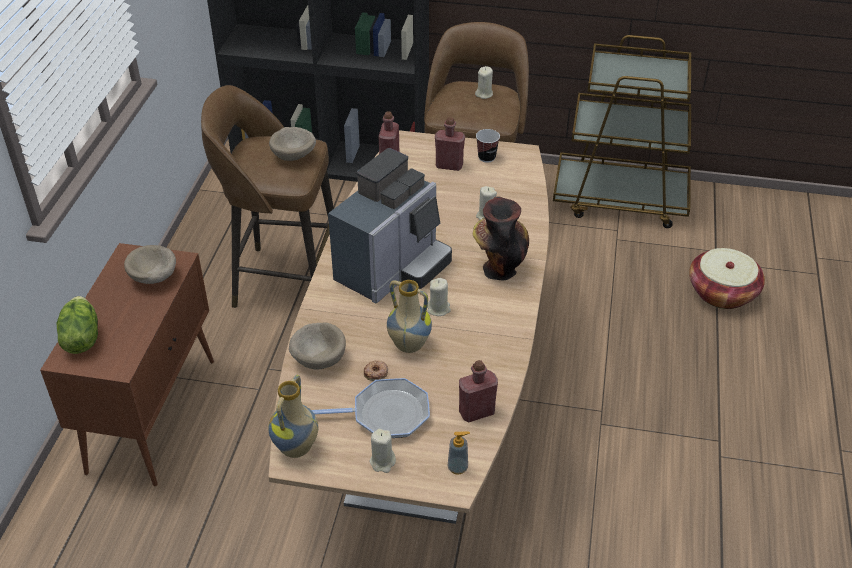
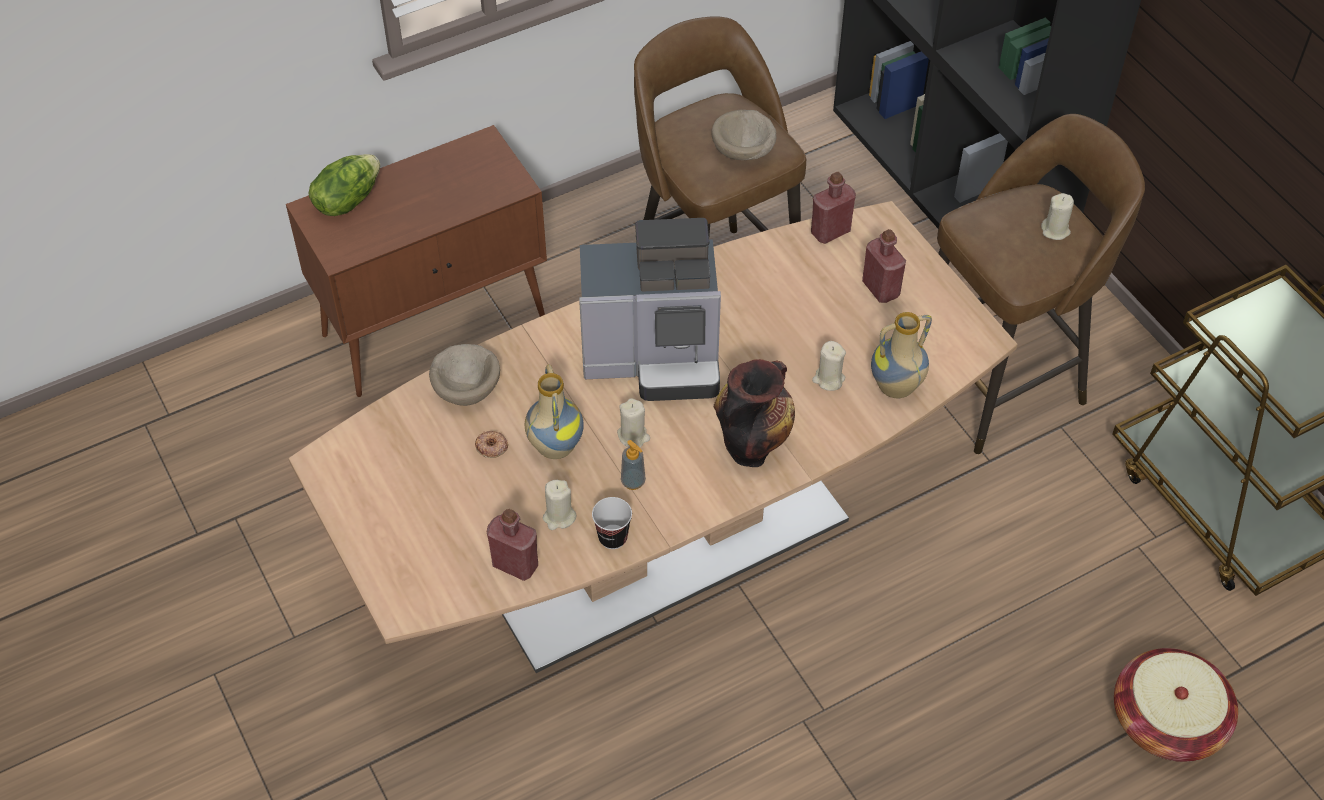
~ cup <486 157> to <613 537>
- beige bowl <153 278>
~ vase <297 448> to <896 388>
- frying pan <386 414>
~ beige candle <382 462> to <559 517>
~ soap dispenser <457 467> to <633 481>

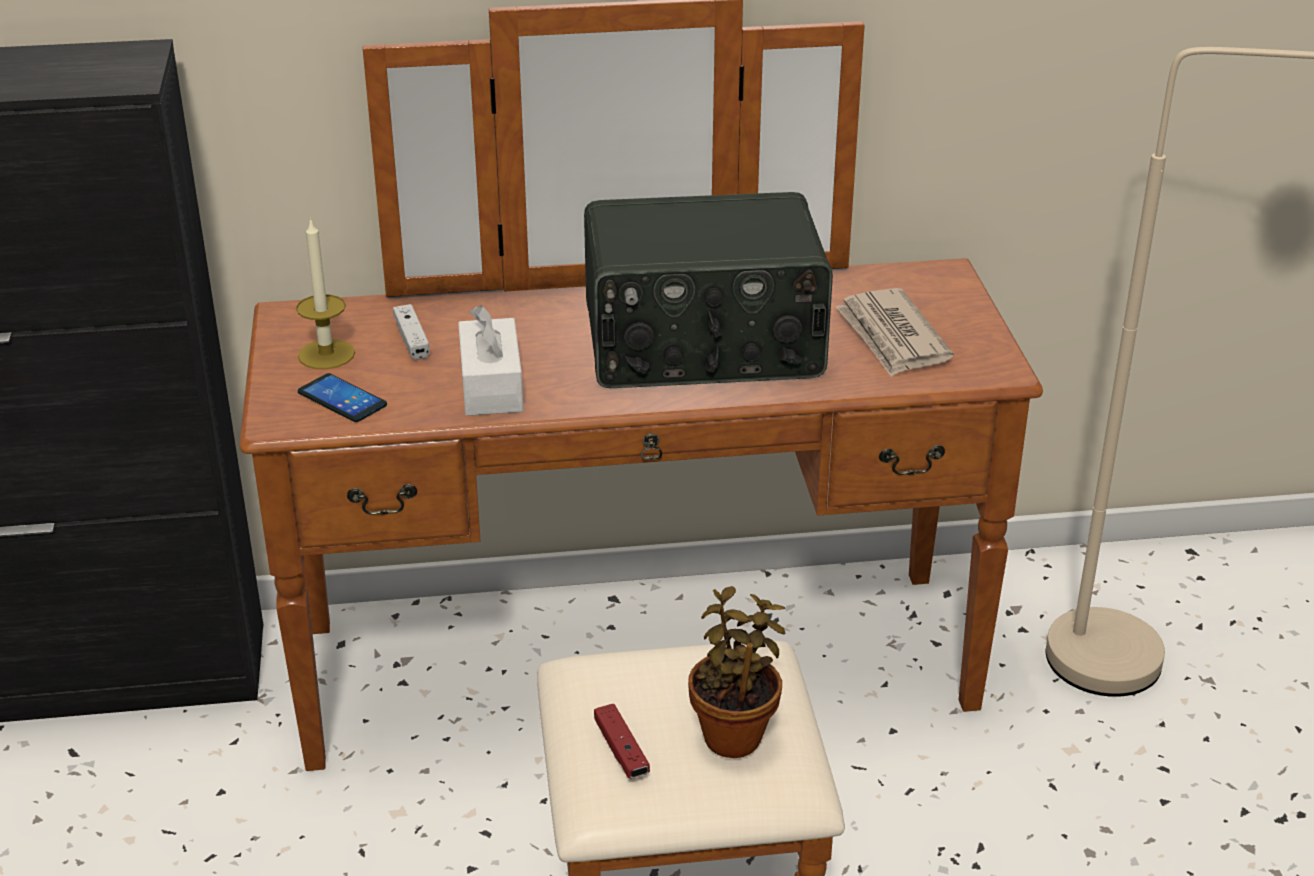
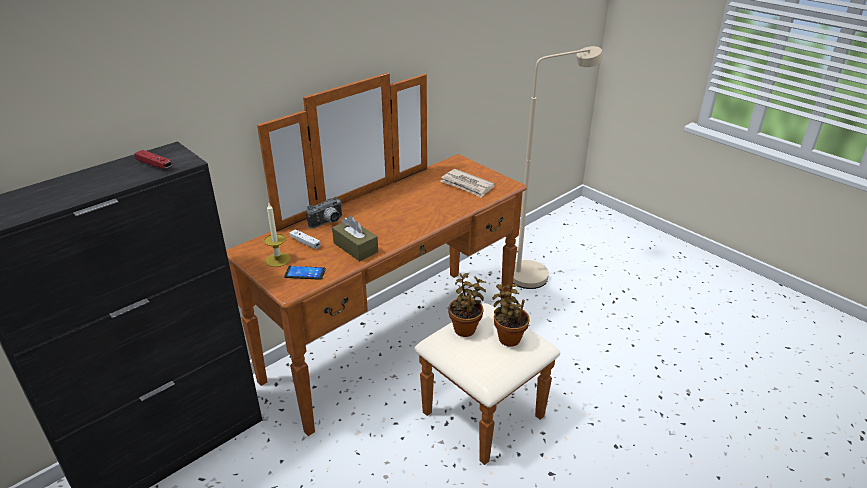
- radio <703 346>
~ white tissue box <491 385> to brown tissue box <355 247>
~ red game controller <621 750> to <154 165>
+ photo camera <328 223>
+ potted plant <466 328>

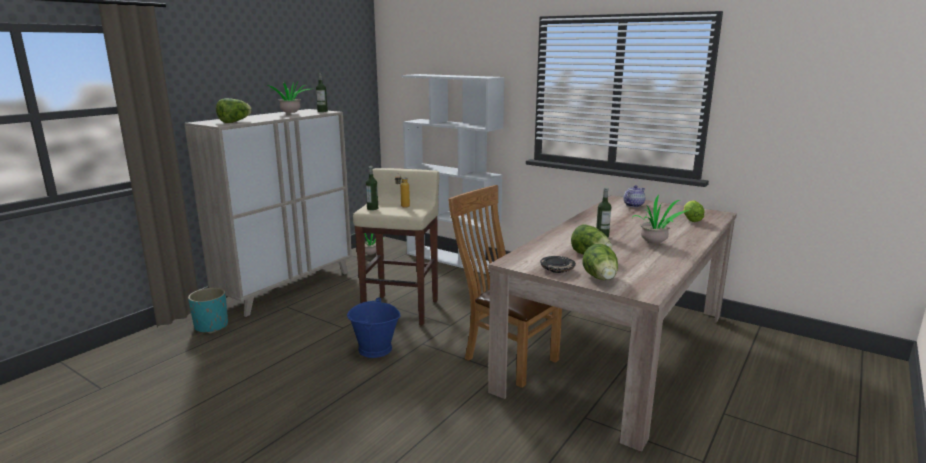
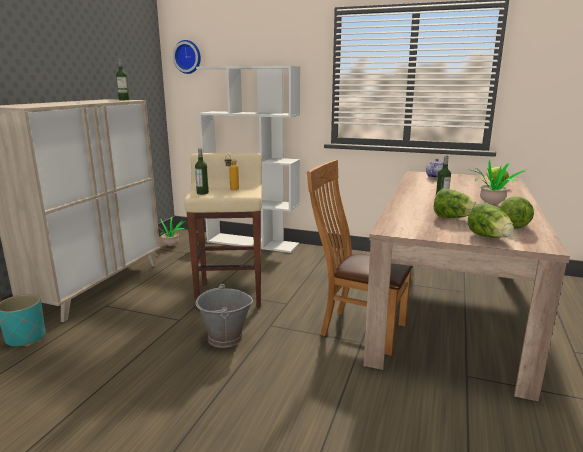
- potted plant <290 114>
~ lettuce <235 122> to <512 224>
- black plate <557 270>
~ blue bucket <374 349> to grey bucket <225 338>
+ wall clock <188 57>

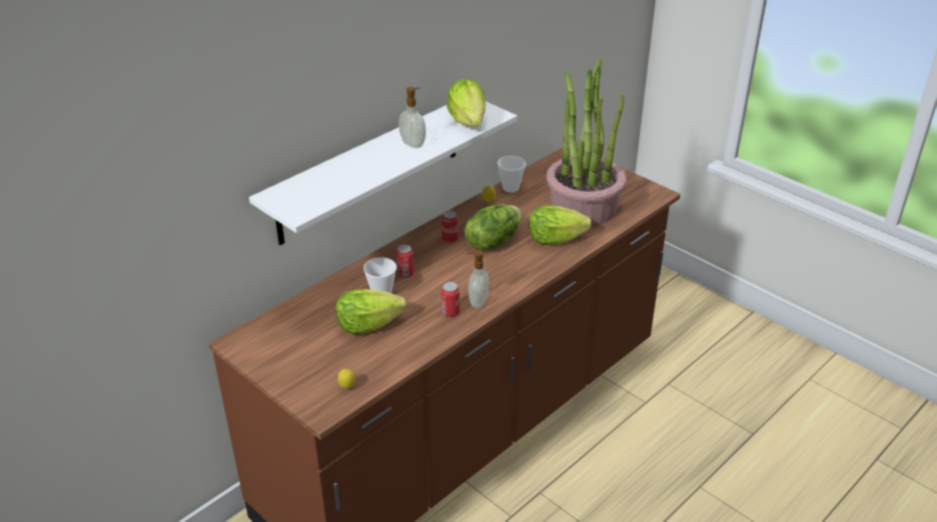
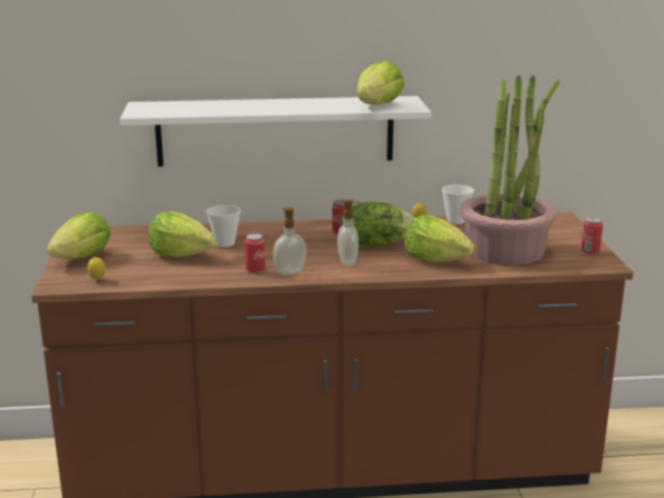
~ soap dispenser <413 143> to <348 262>
~ can <405 274> to <590 252>
+ lettuce <83 257>

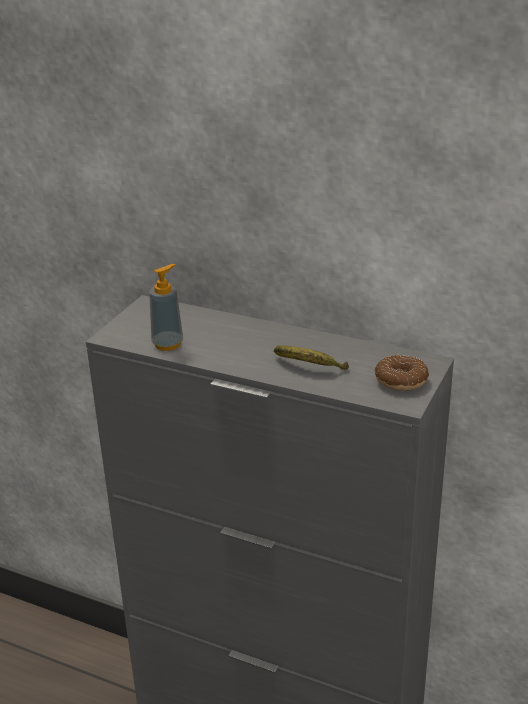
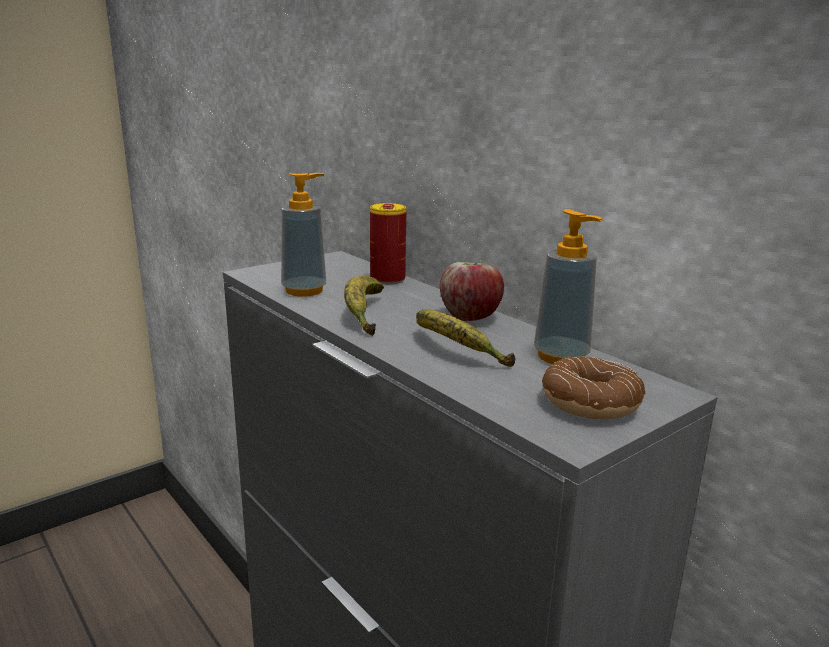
+ can <387 279>
+ soap dispenser <561 357>
+ apple <470 317>
+ banana <364 315>

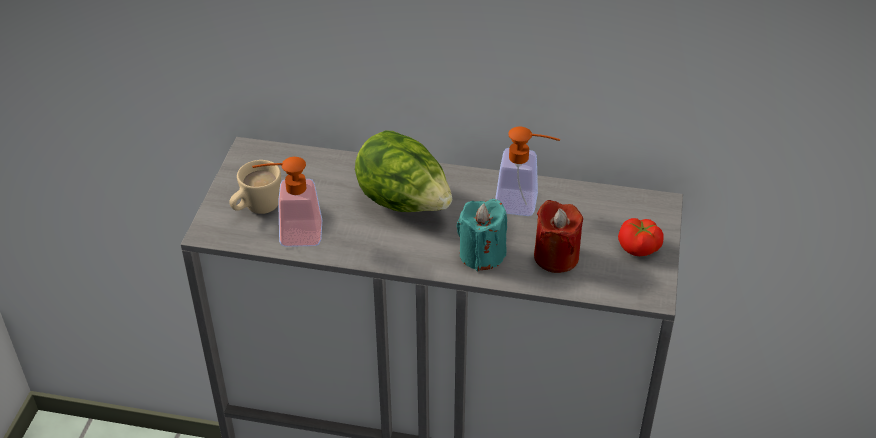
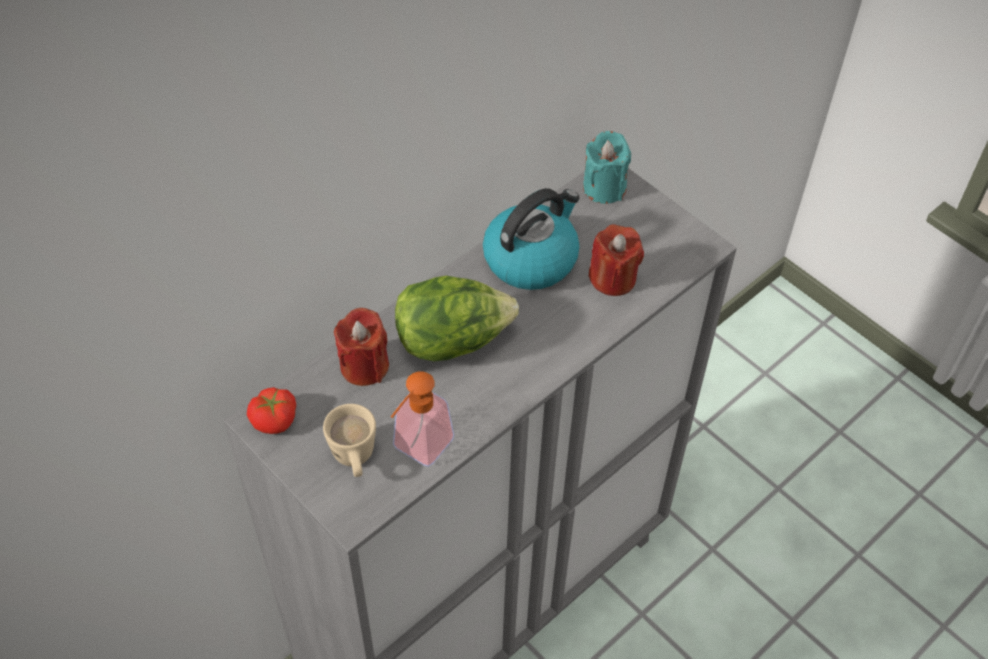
~ soap dispenser <524 204> to kettle <531 259>
~ turquoise candle <482 254> to <604 188>
~ tomato <638 248> to <275 420>
+ red candle <364 366>

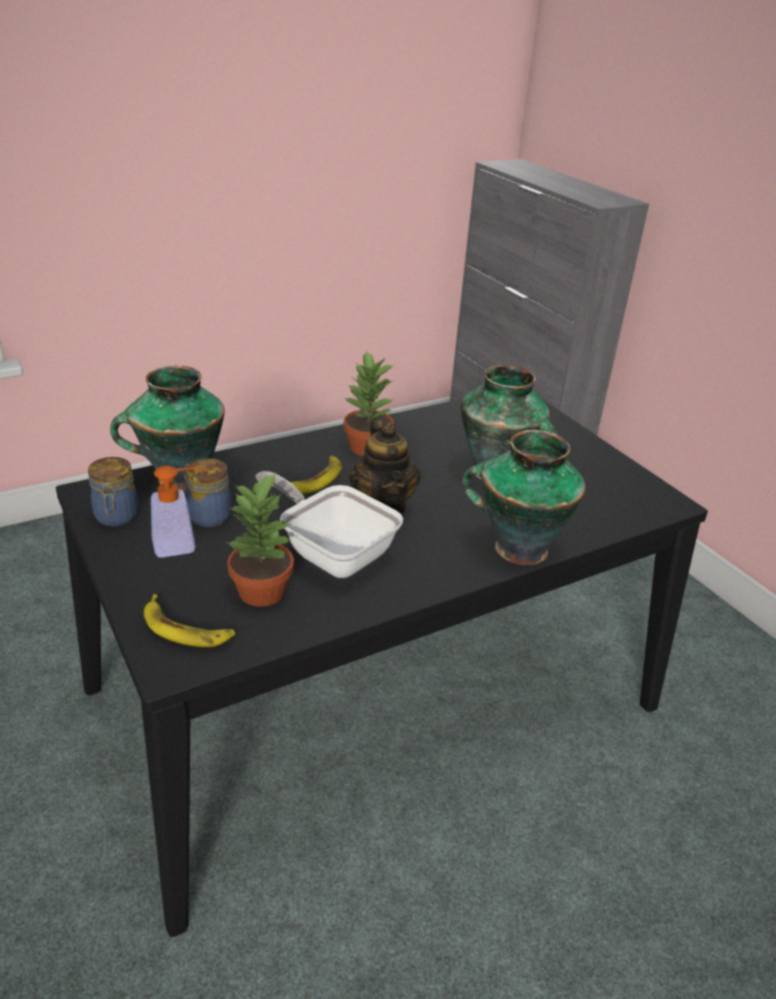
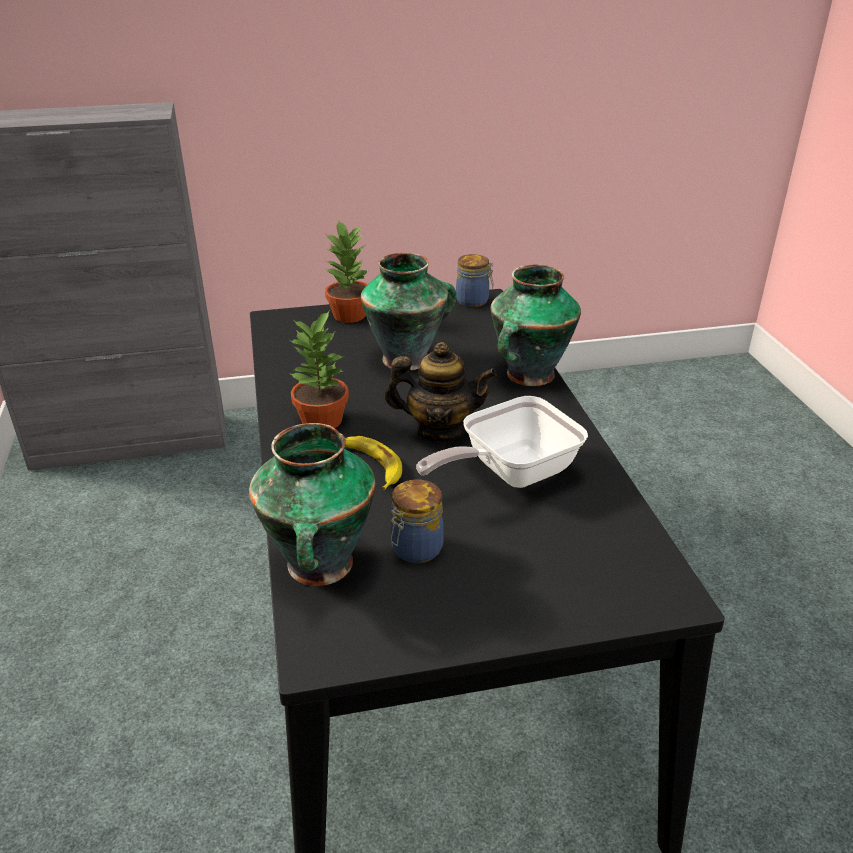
~ jar <116 517> to <474 301>
- soap dispenser <183 544>
~ potted plant <263 592> to <350 315>
- banana <186 629>

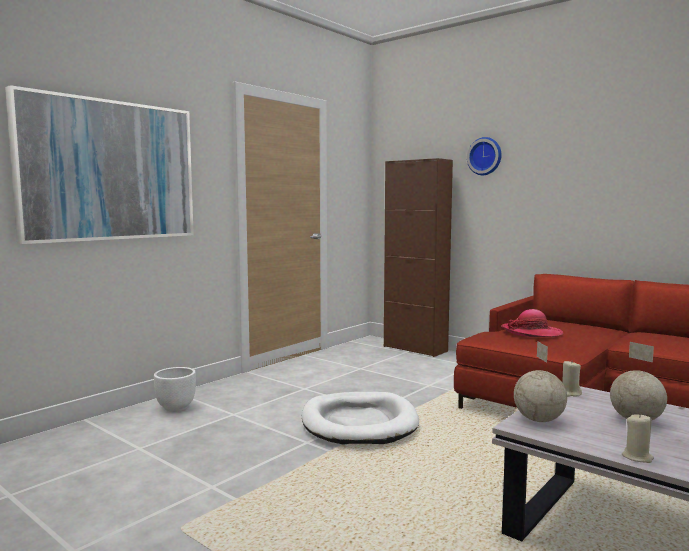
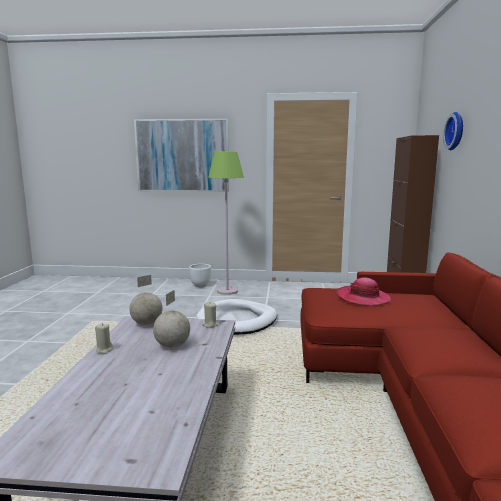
+ green floor lamp <227 291>

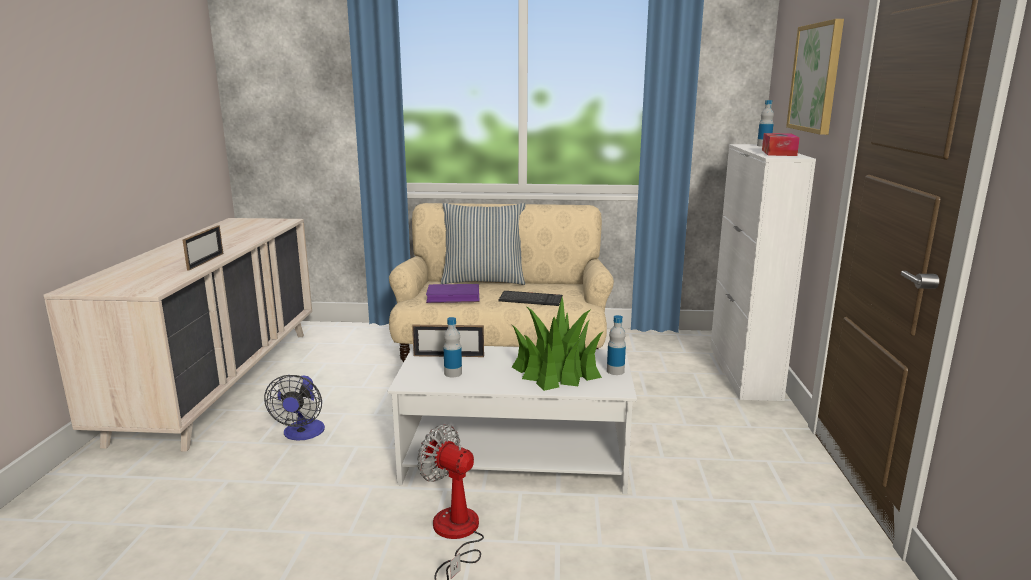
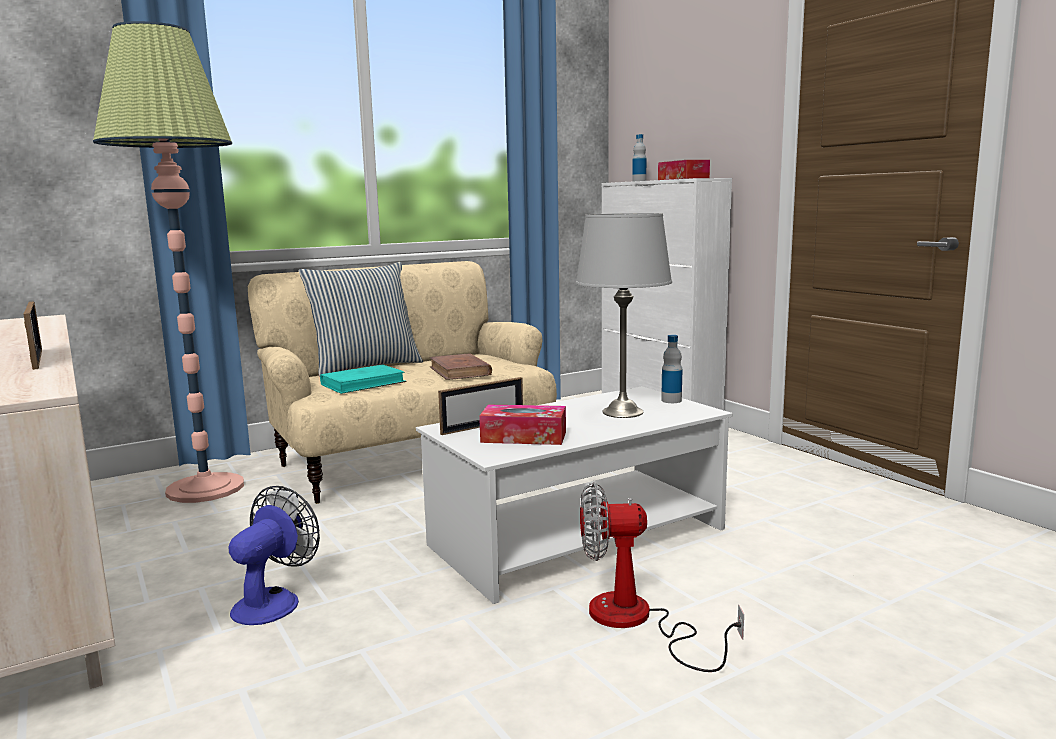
- picture <816 78>
~ purple book <453 297> to turquoise book <363 383>
~ keyboard <530 300> to brown book <460 371>
~ potted plant <557 371> to grey table lamp <622 412>
~ bottle <453 373> to tissue box <523 437>
~ fan <302 434> = <273 601> 120 degrees counterclockwise
+ floor lamp <205 488>

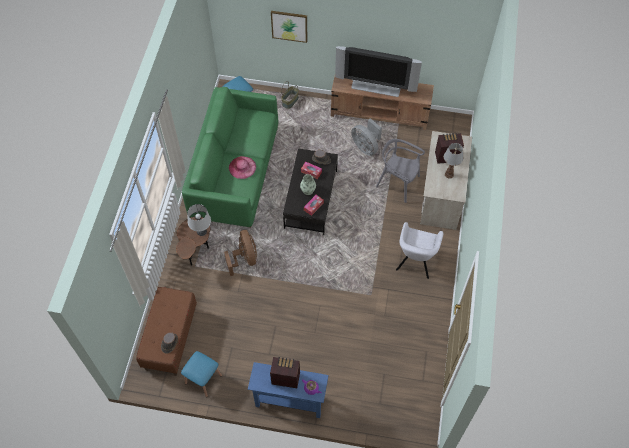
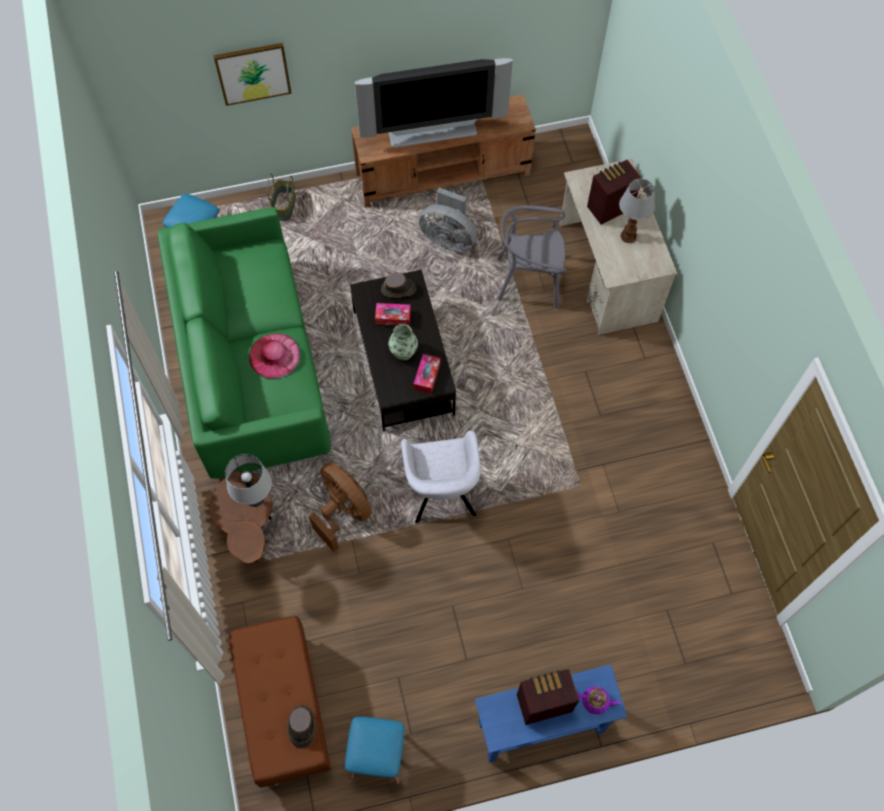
~ grey armchair <415 261> to <441 493>

